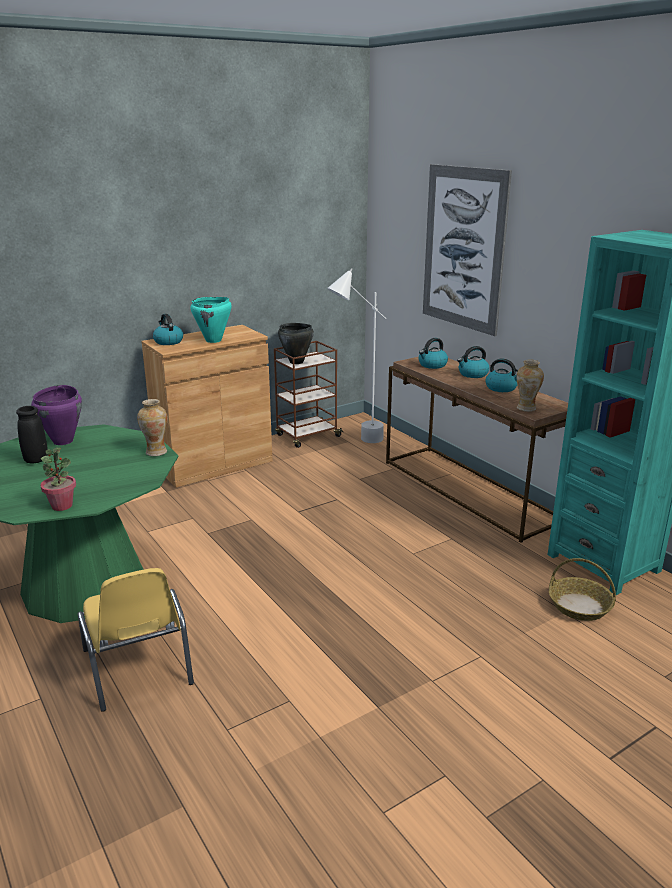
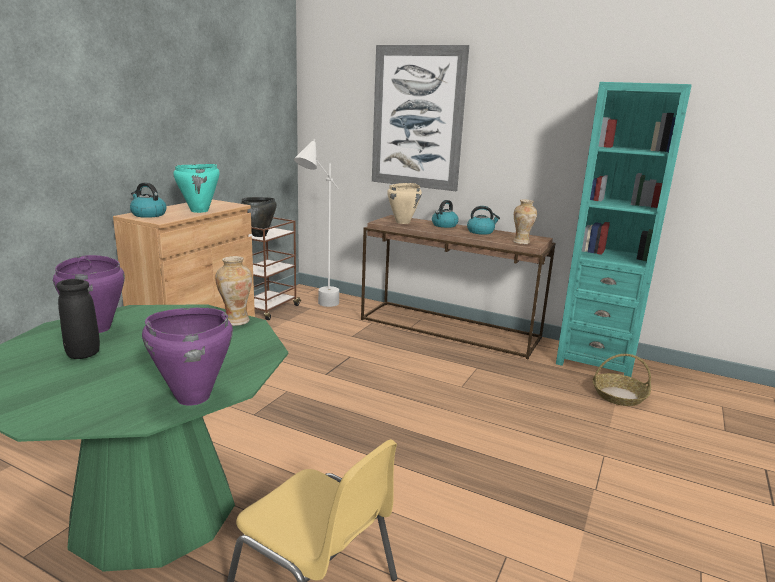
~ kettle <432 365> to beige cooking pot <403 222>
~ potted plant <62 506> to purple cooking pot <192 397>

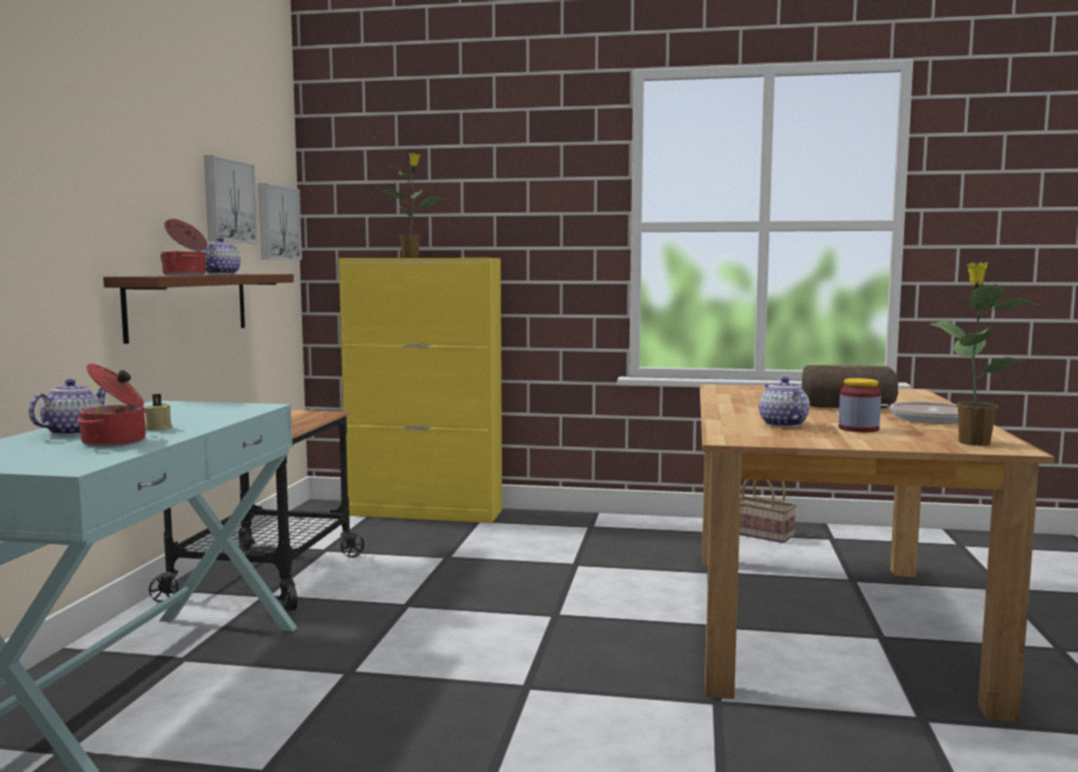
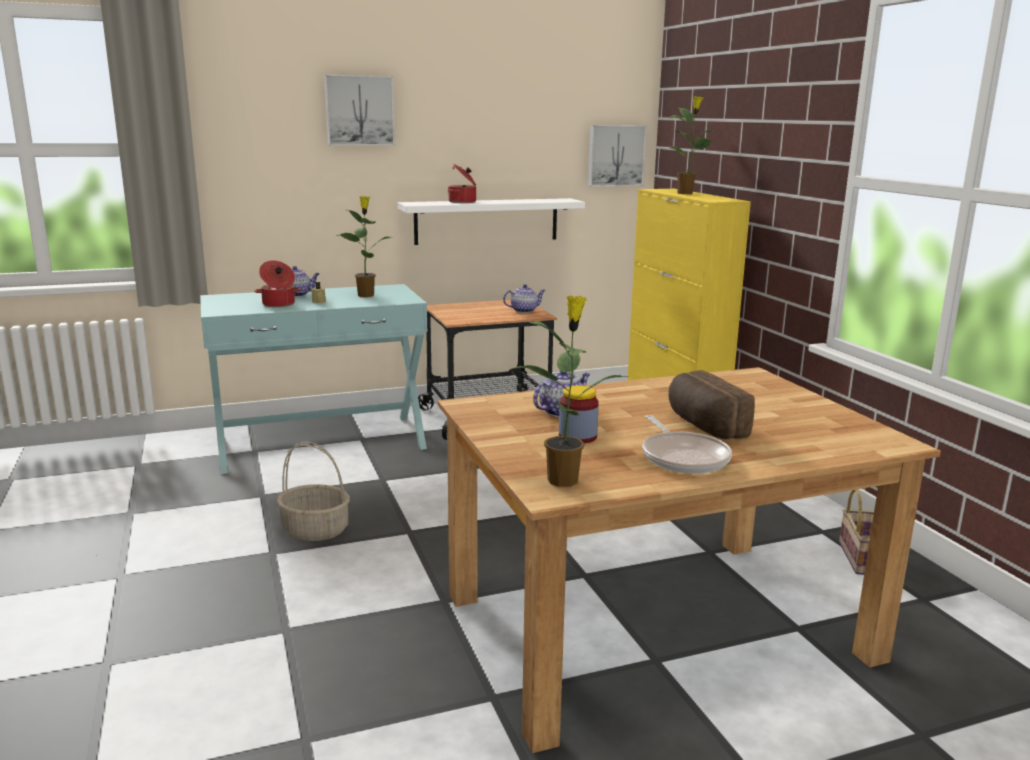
~ picture <227 201> to <359 110>
~ teapot <221 274> to <524 310>
~ brown shelf <188 305> to white shelf <487 221>
+ potted plant <366 295>
+ basket <316 530>

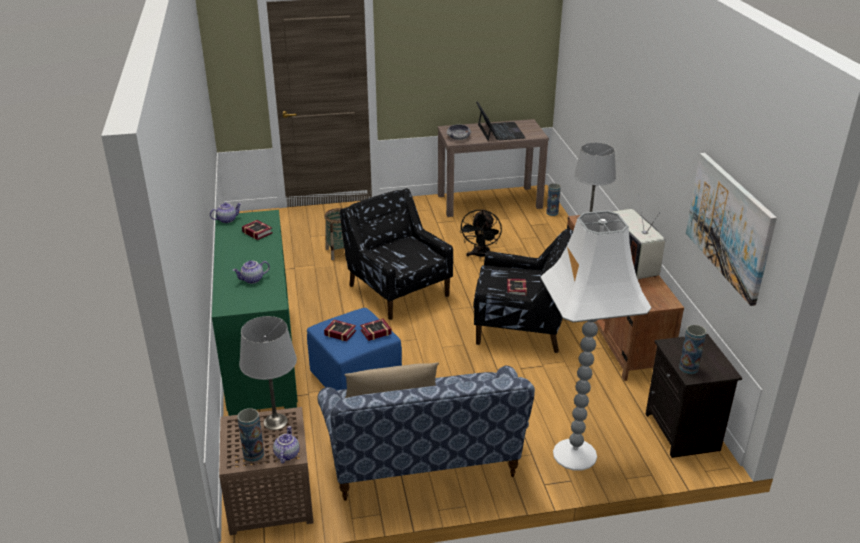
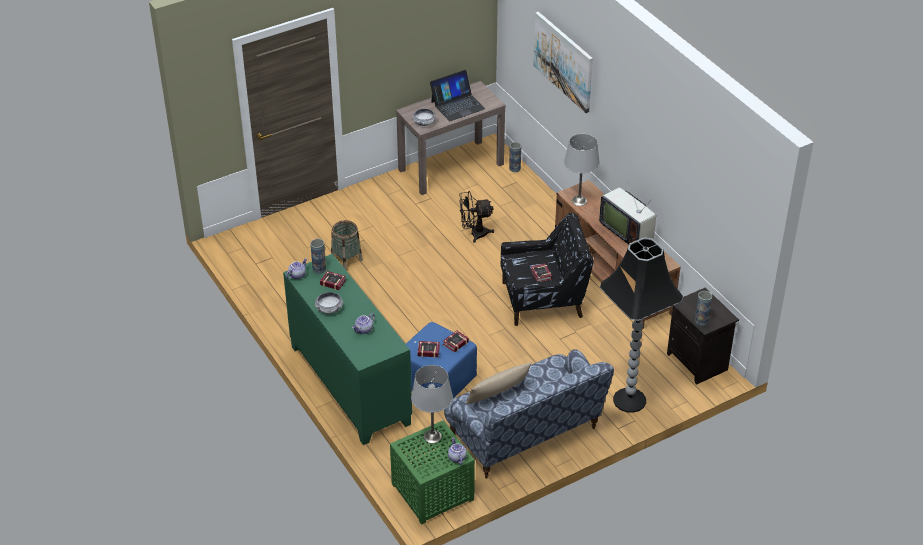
~ laptop <500 131> = <457 105> 90 degrees clockwise
~ picture <729 226> to <563 61>
- black armchair <398 290>
~ black fan <480 256> = <474 234> 90 degrees clockwise
~ white floor lamp <574 455> to black floor lamp <629 401>
~ brown side table <269 500> to green side table <432 493>
~ vase <253 454> to <319 269>
+ bowl <329 308>

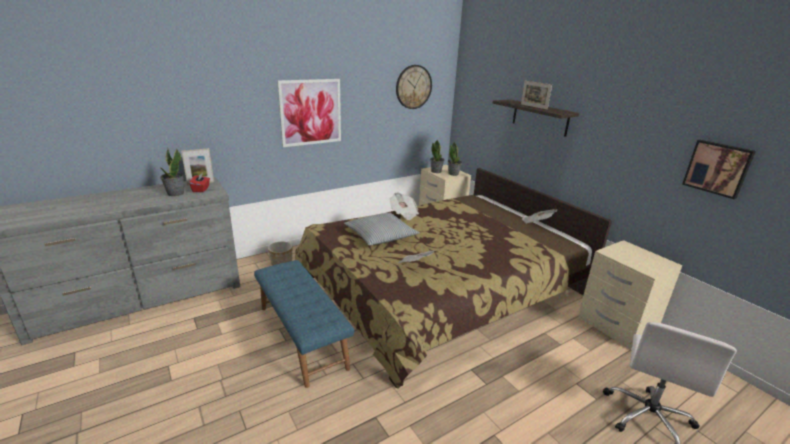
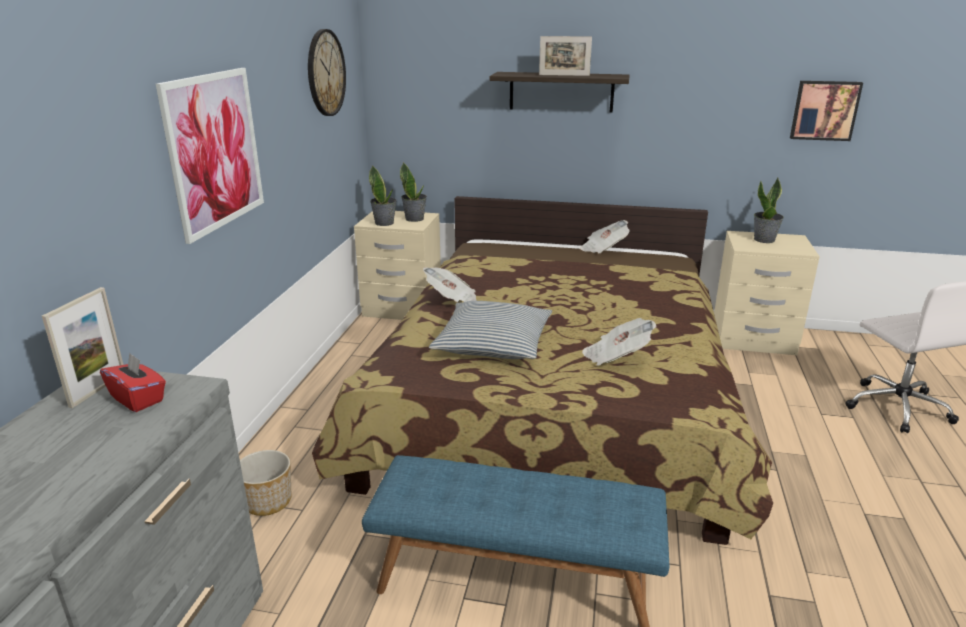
~ potted plant <175 193> to <764 240>

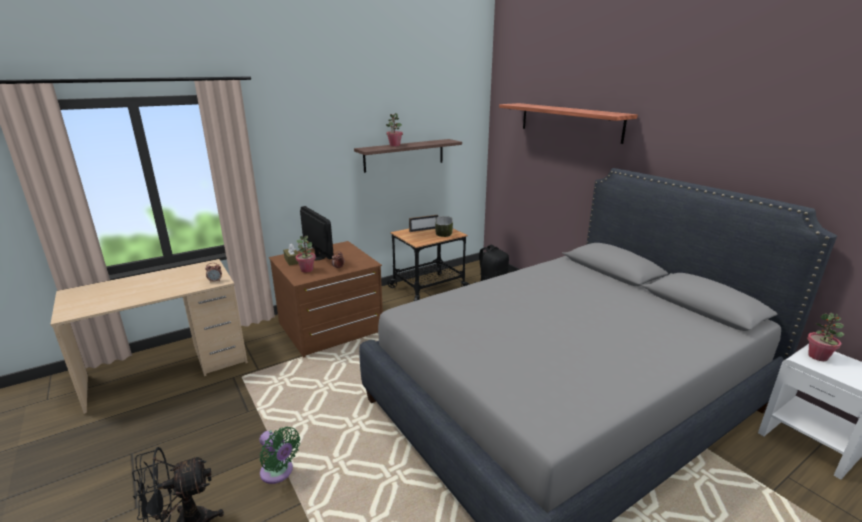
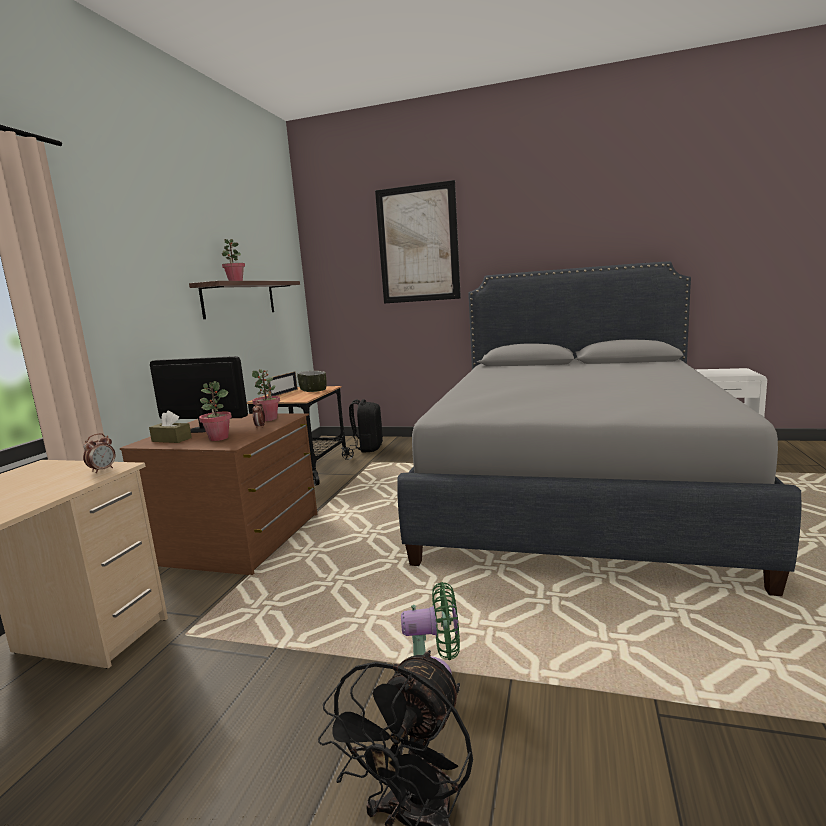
~ shelf <569 121> to picture <418 244>
~ potted plant <818 357> to <269 419>

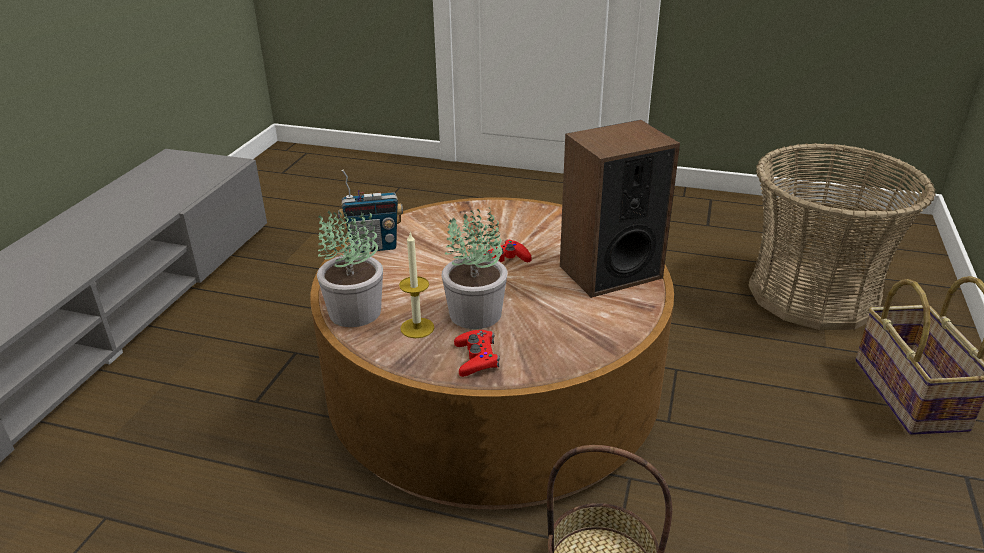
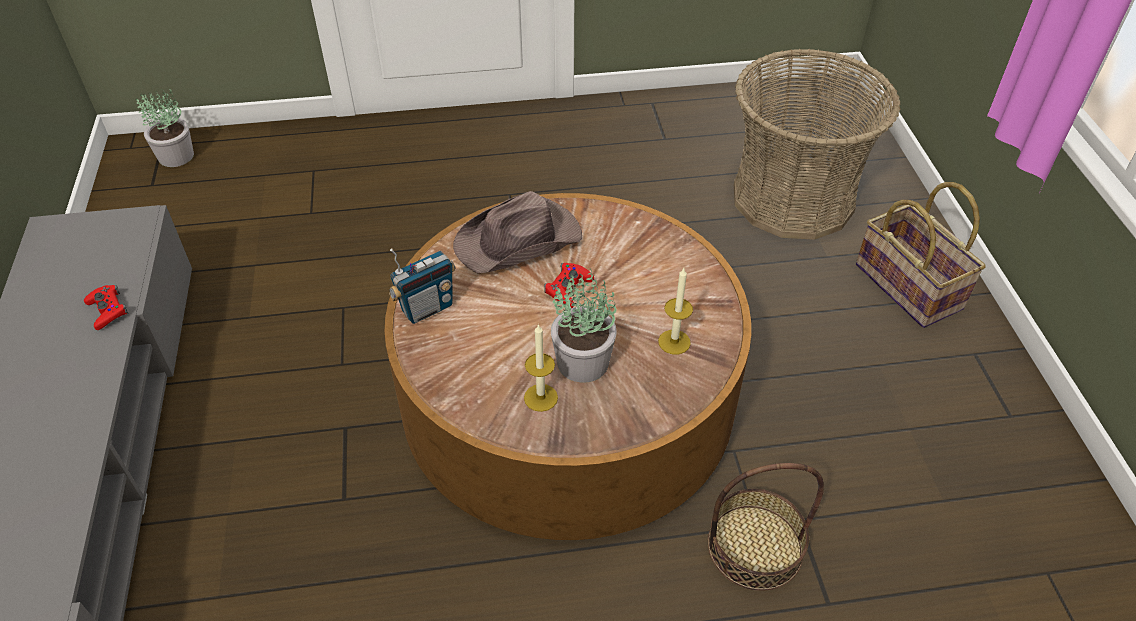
- speaker <609 271>
~ potted plant <355 312> to <176 156>
~ red game controller <476 358> to <107 310>
+ brown hat <519 241>
+ candle <674 342>

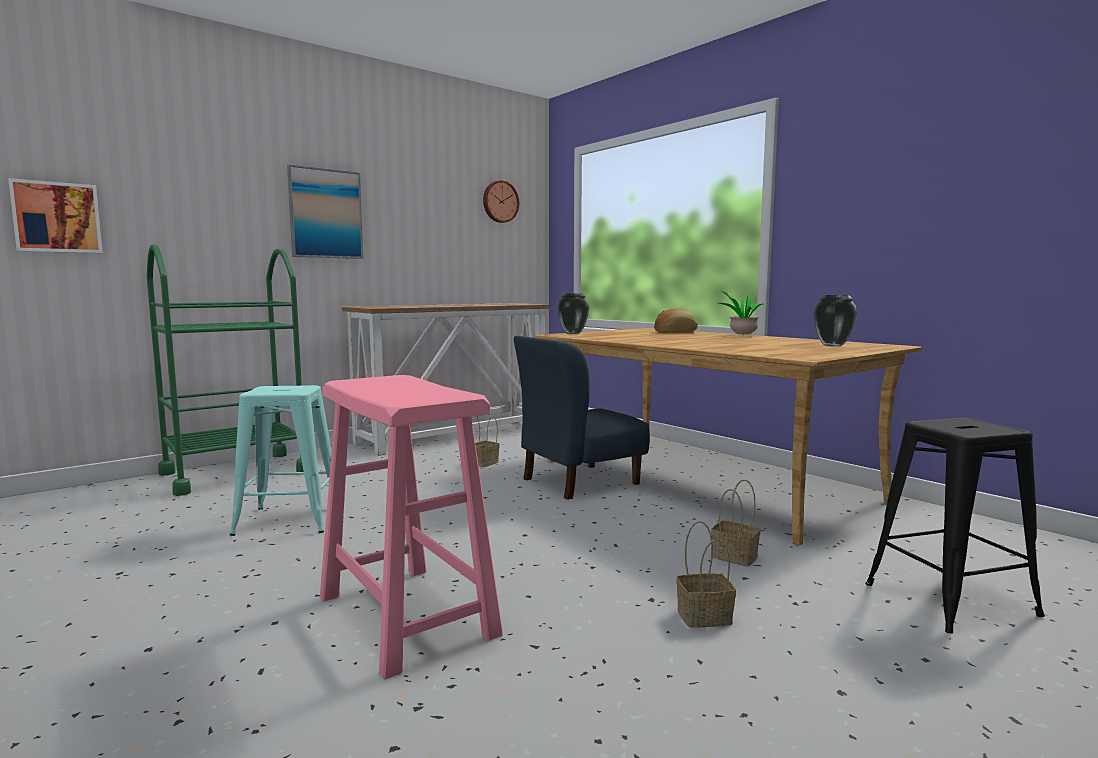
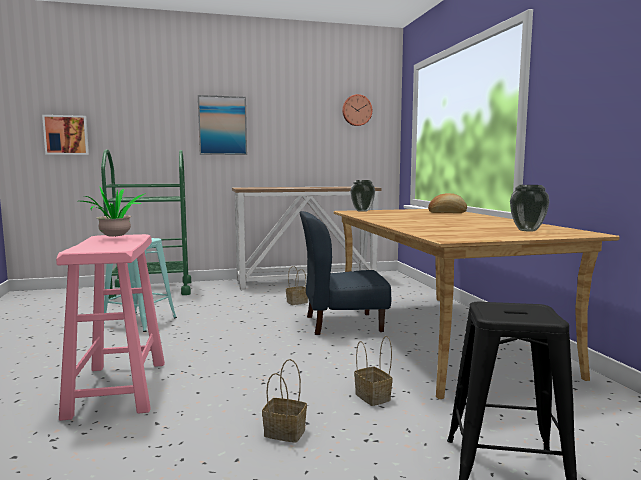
~ potted plant <741 336> to <115 237>

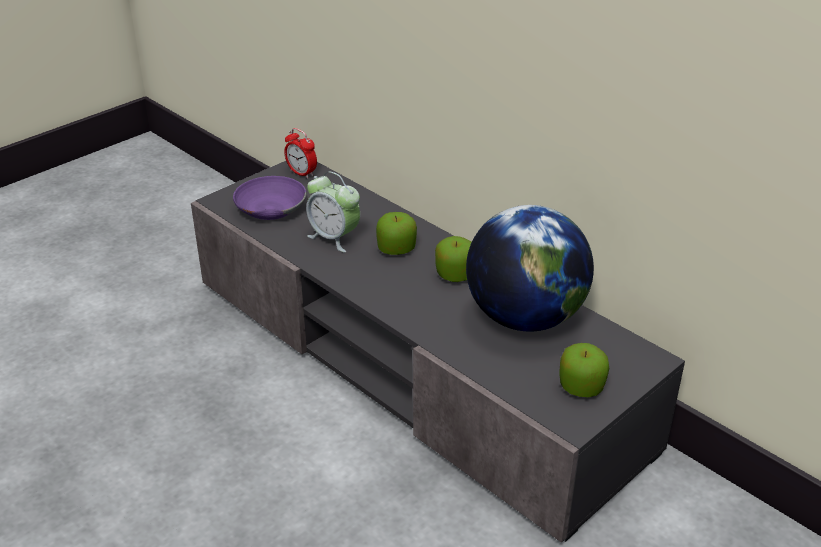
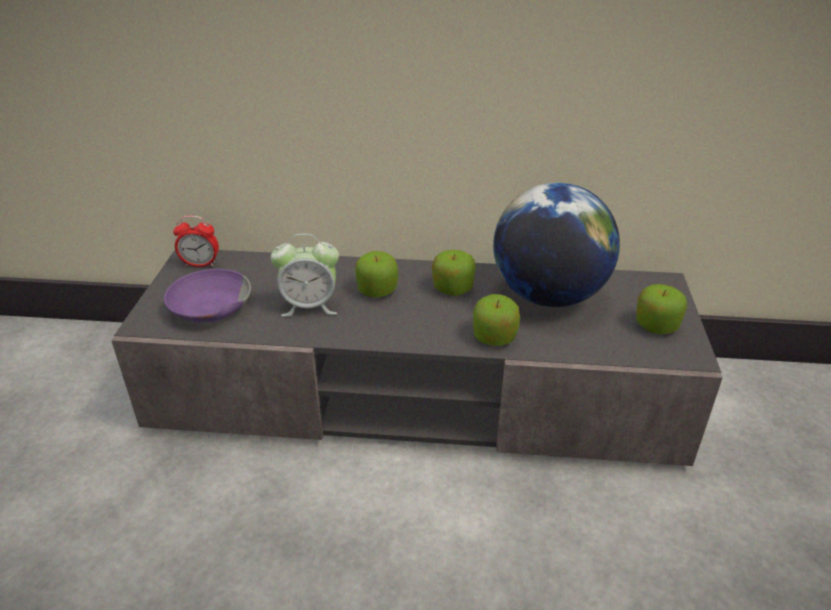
+ apple <494 337>

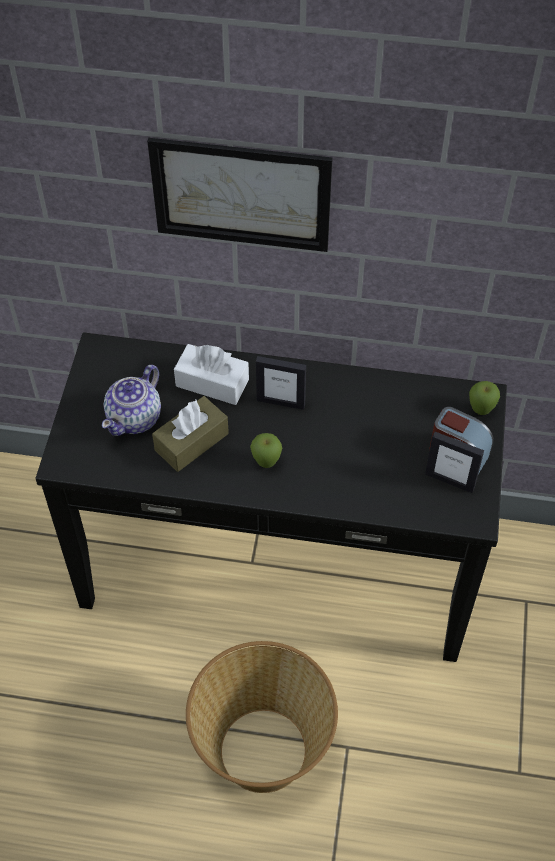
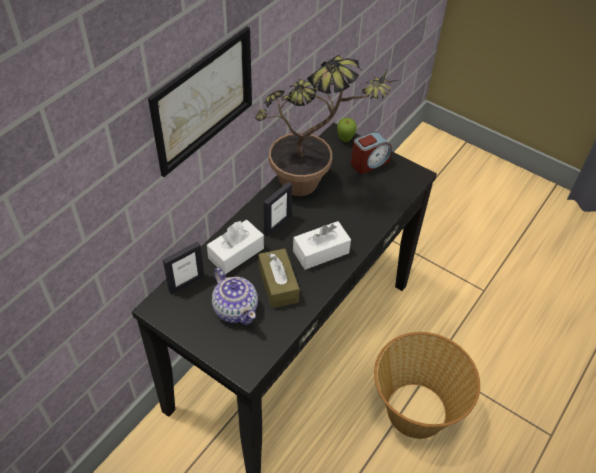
~ picture frame <449 480> to <186 283>
~ apple <266 463> to white tissue box <321 252>
+ potted plant <312 186>

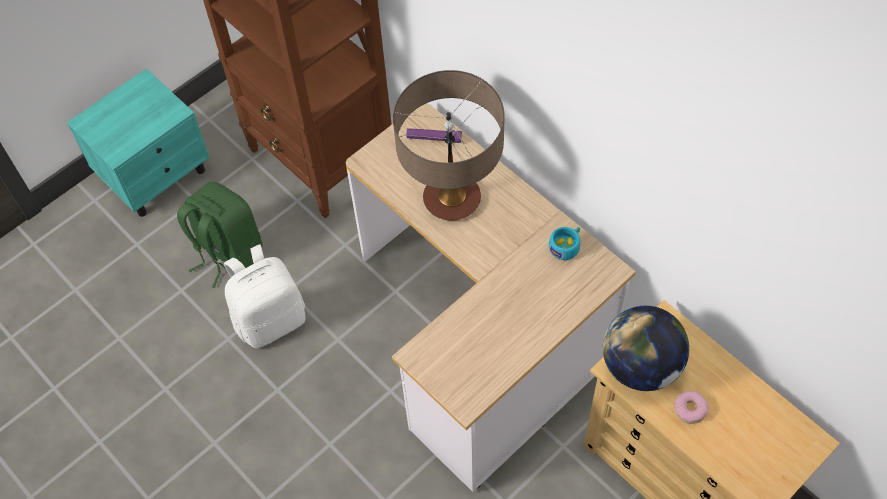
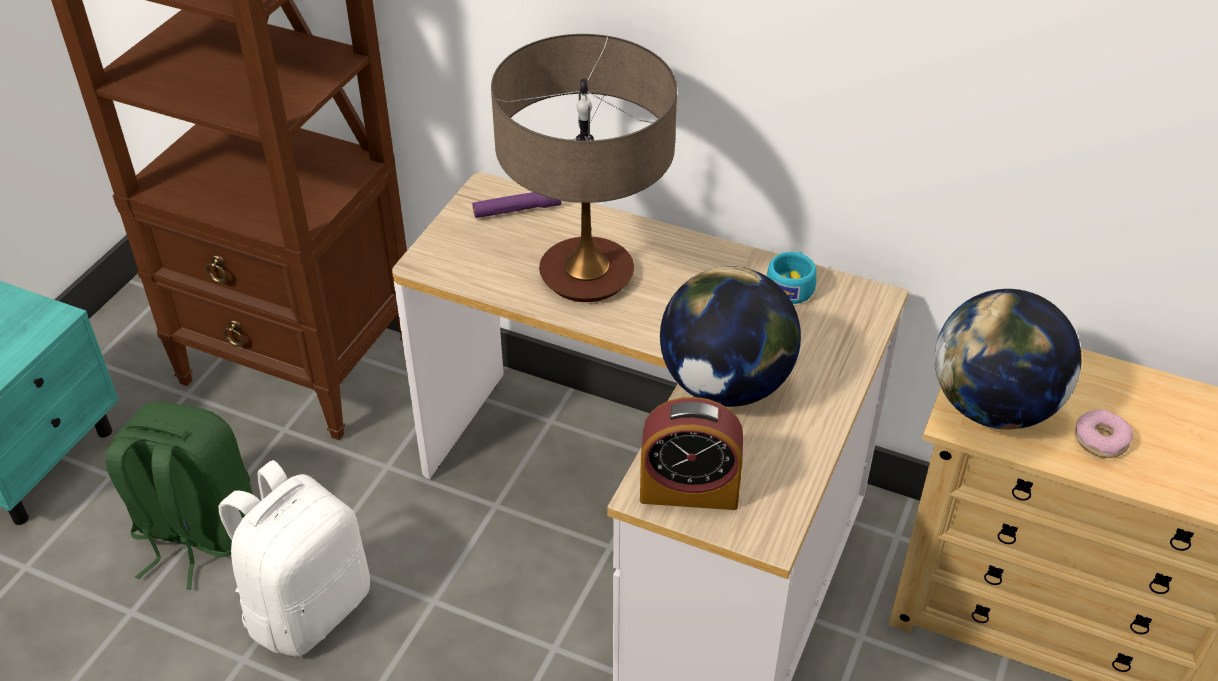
+ globe <725 385>
+ alarm clock <689 490>

